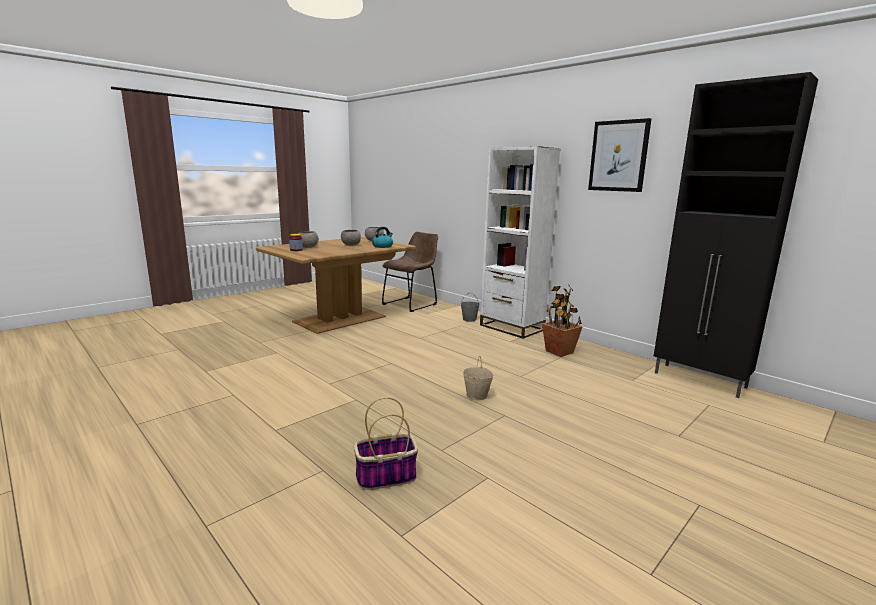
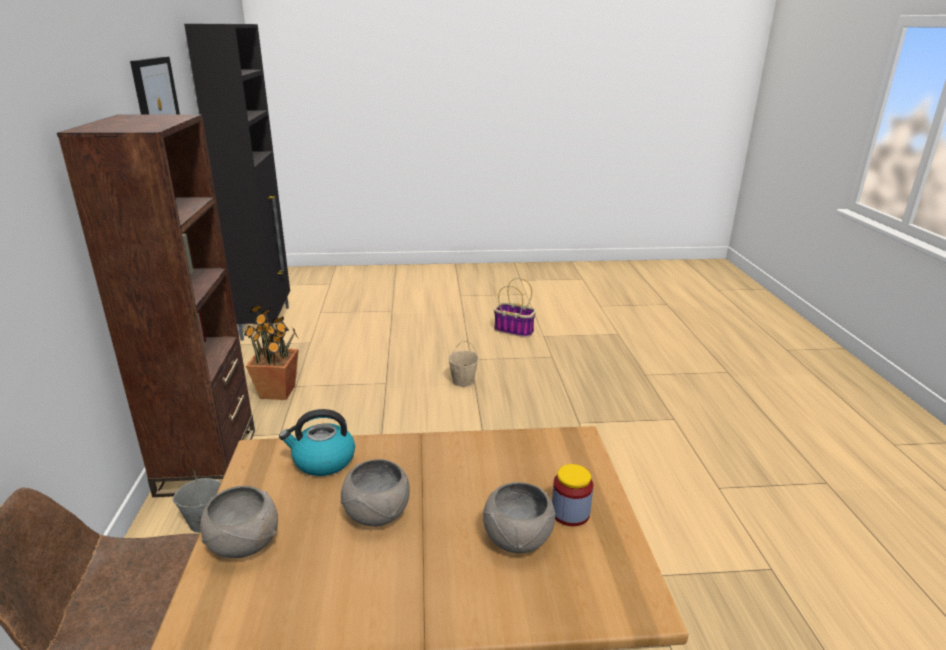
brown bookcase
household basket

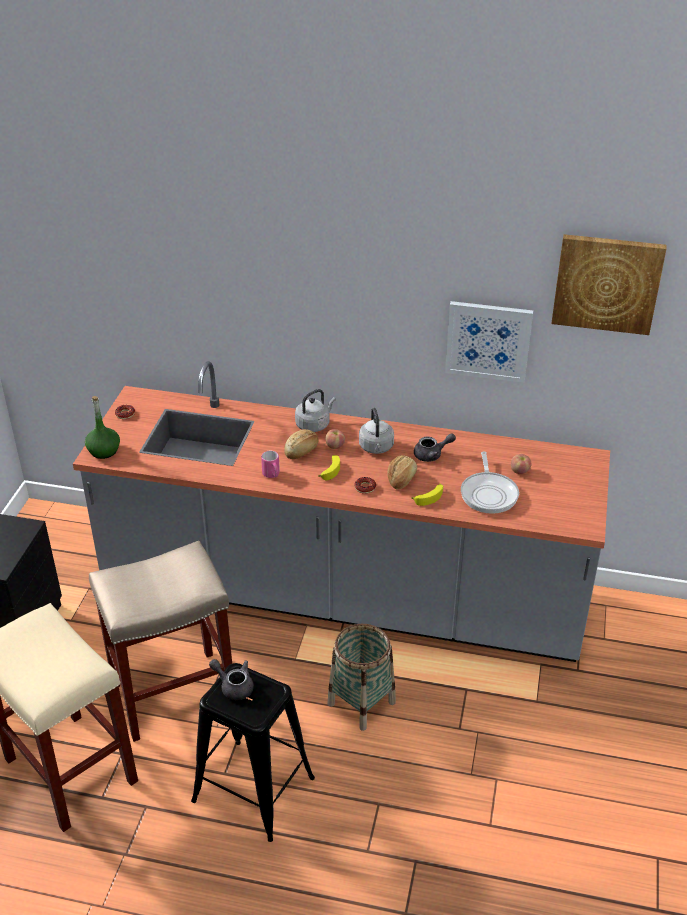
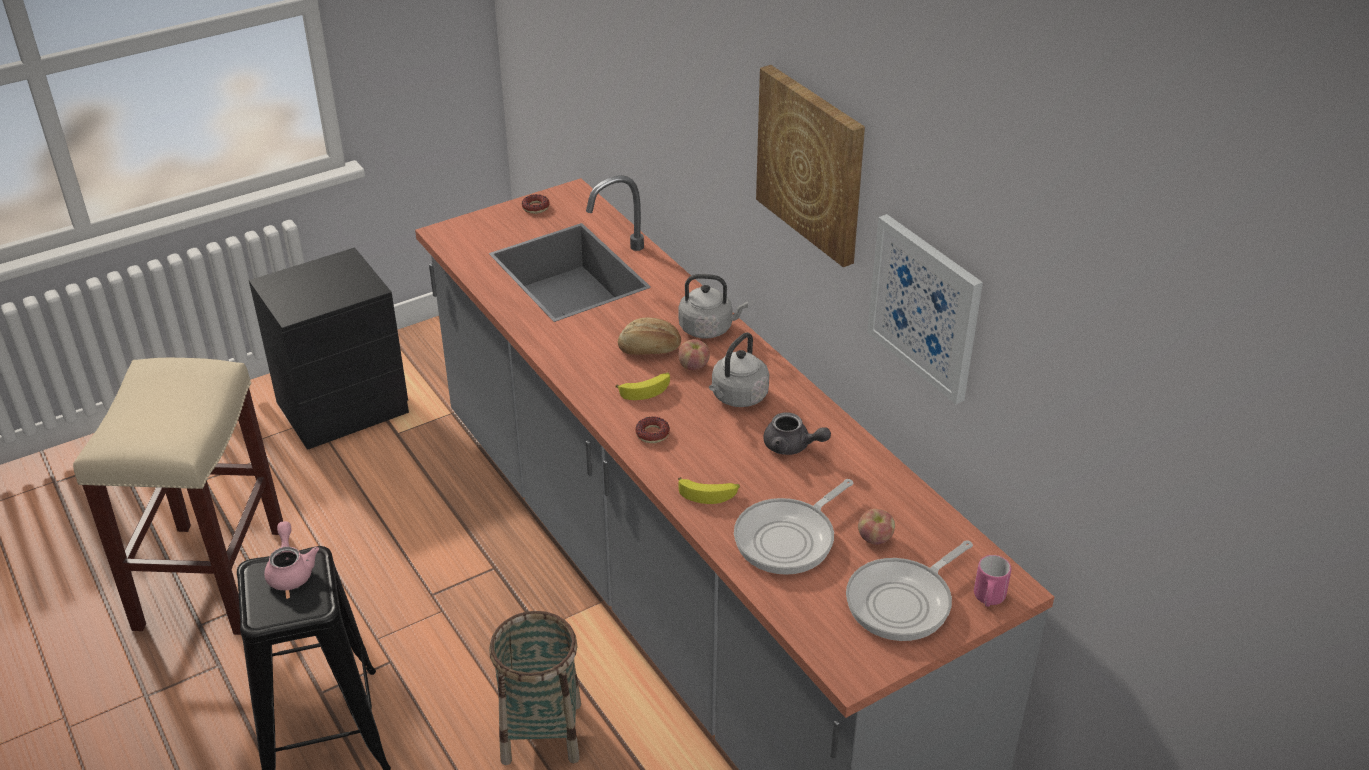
wall picture (1st from left)
greenish bottle
pinkish mug
baked bread (2nd from left in the first image)
beige-coloured stool seat (2nd from left in the first image)
pinkish tea pot
skillet (2nd from left)

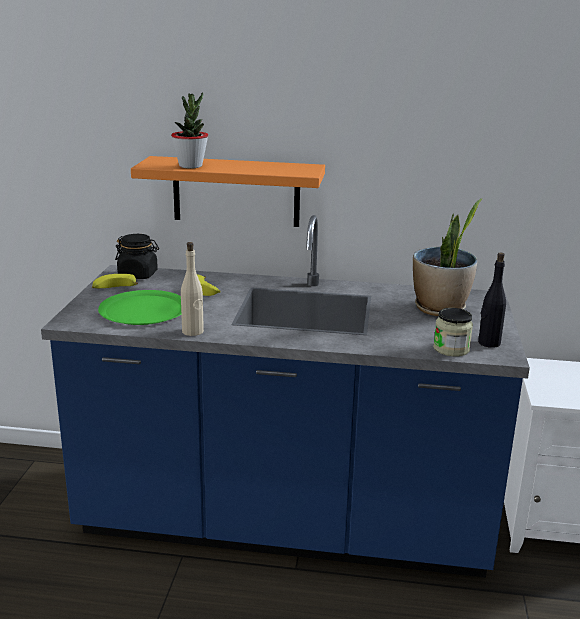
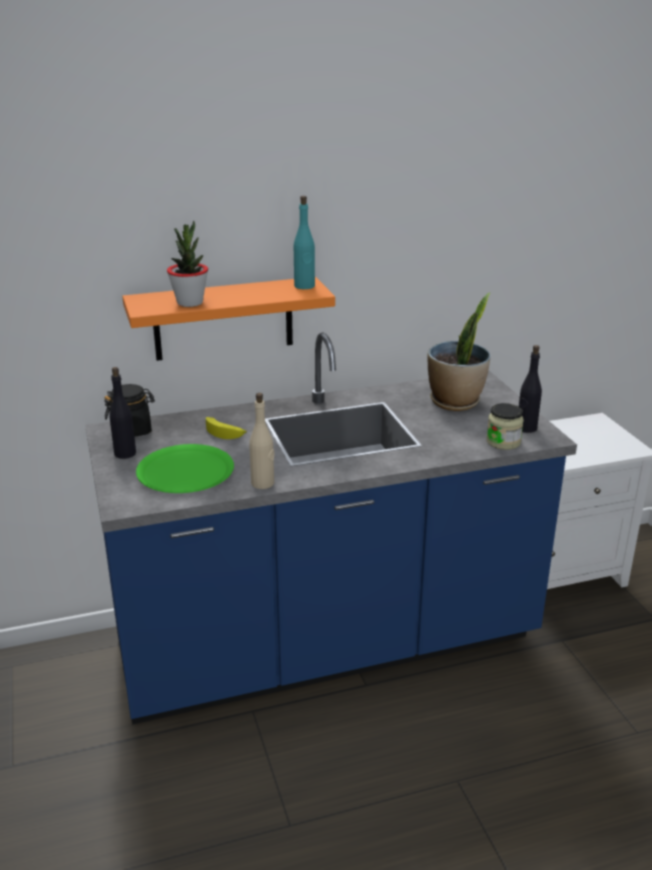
black-coloured bottle (1st from left)
turquoise bottle

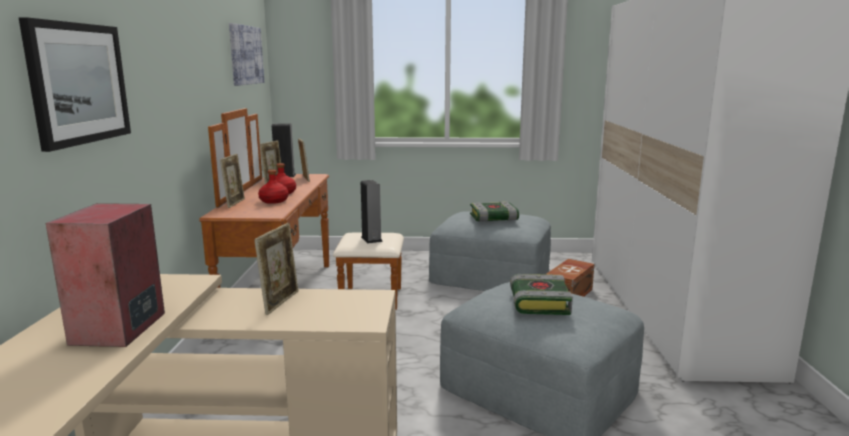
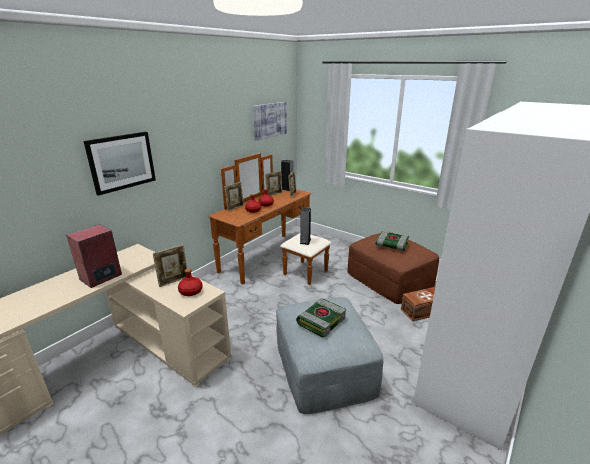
brown footrest
red-coloured bottle (1st from left)

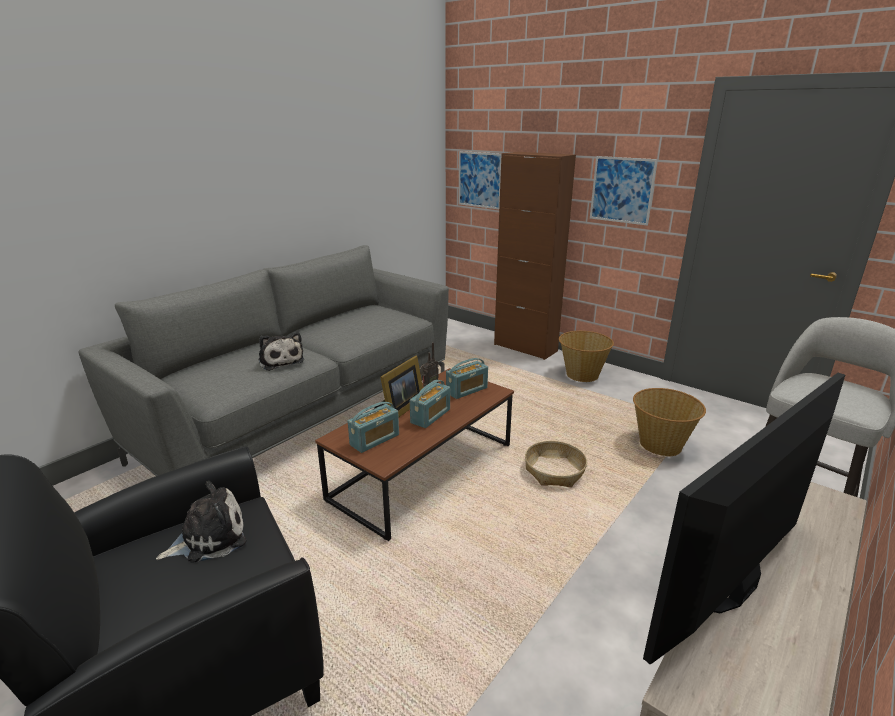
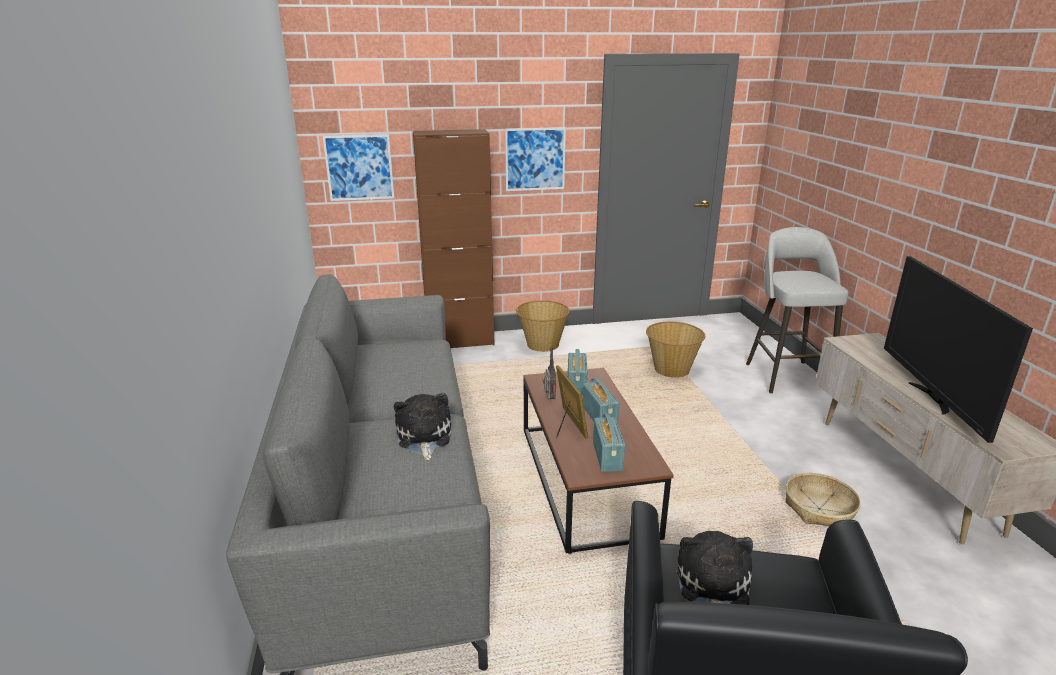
plush toy (1st from left)
household basket (3rd from left)

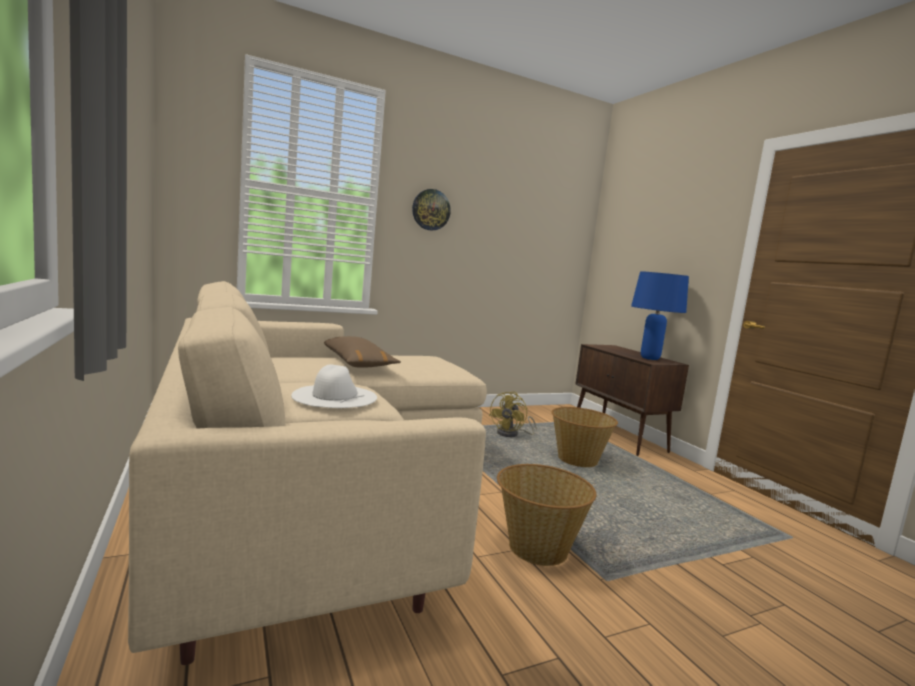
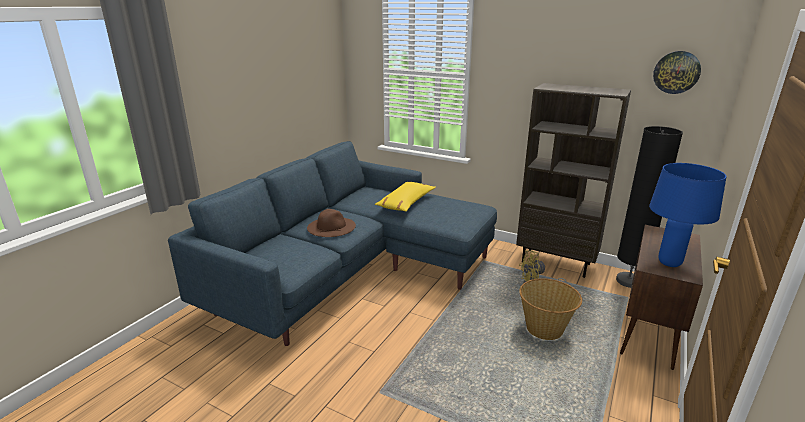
clock on the wall
blue couch
yellowish throw pillow
brown wearable hat
household basket (1st from left in the first image)
brown bookcase
black-coloured standard lamp

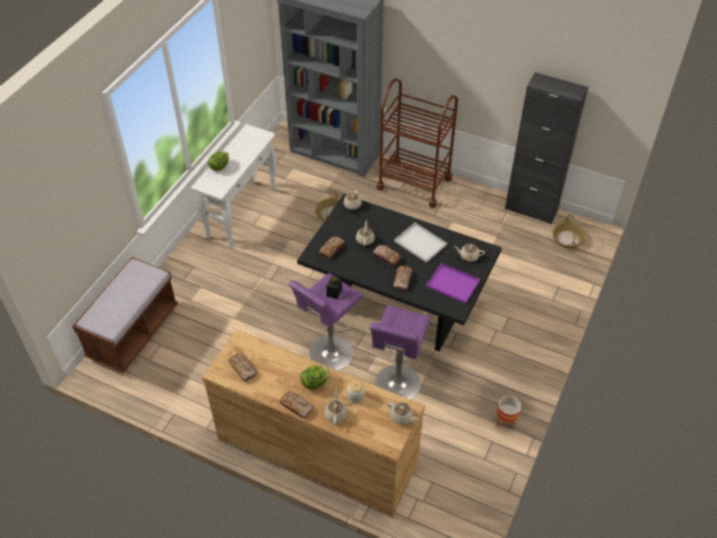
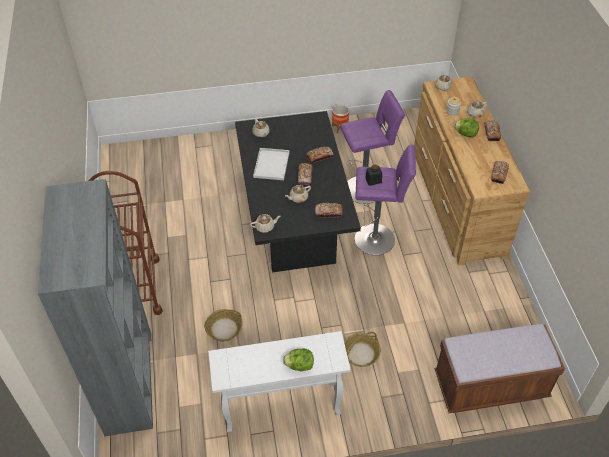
black-coloured storage cabinet
household basket (2nd from left)
purple tray

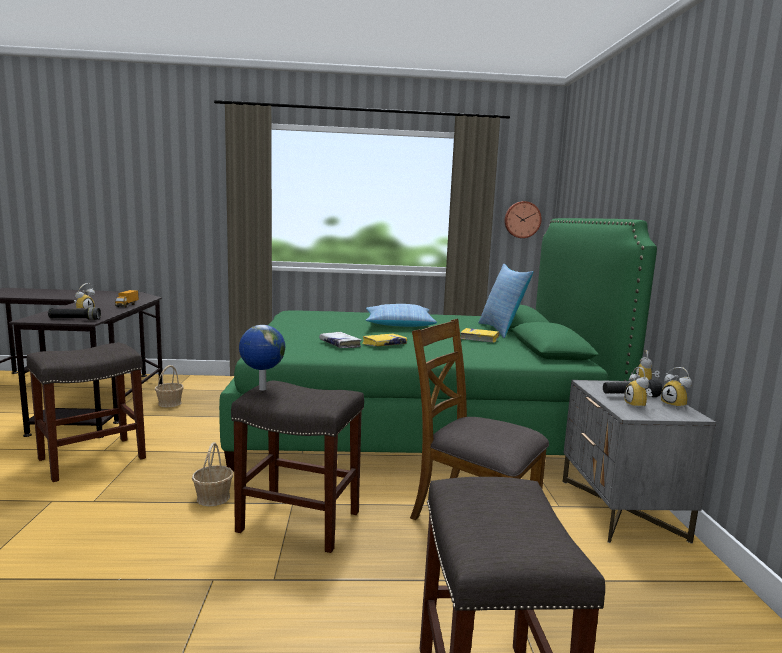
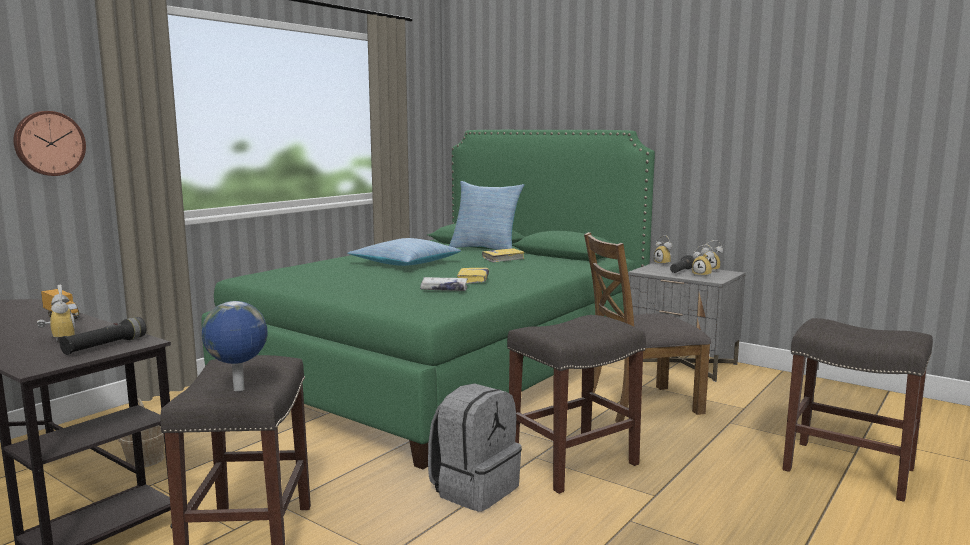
clock on the wall
world globe
gray rucksack

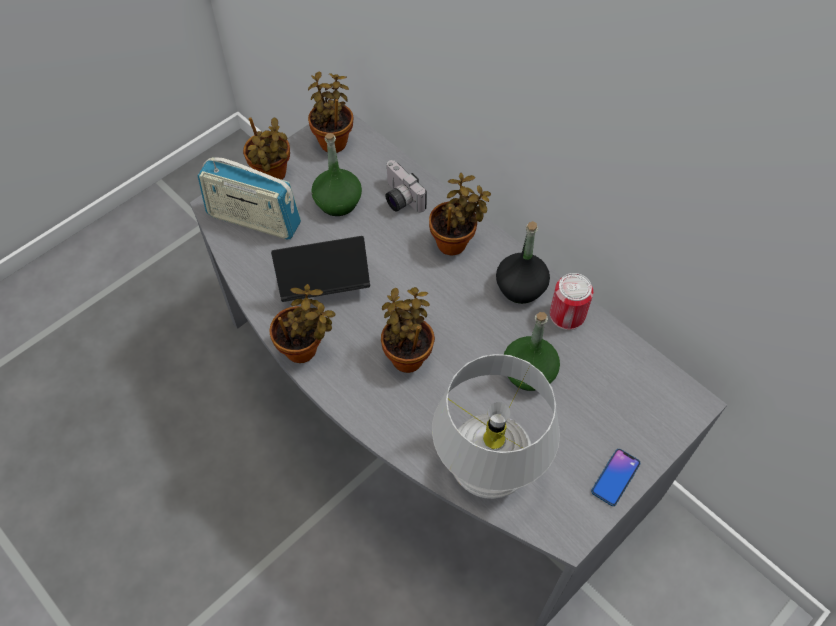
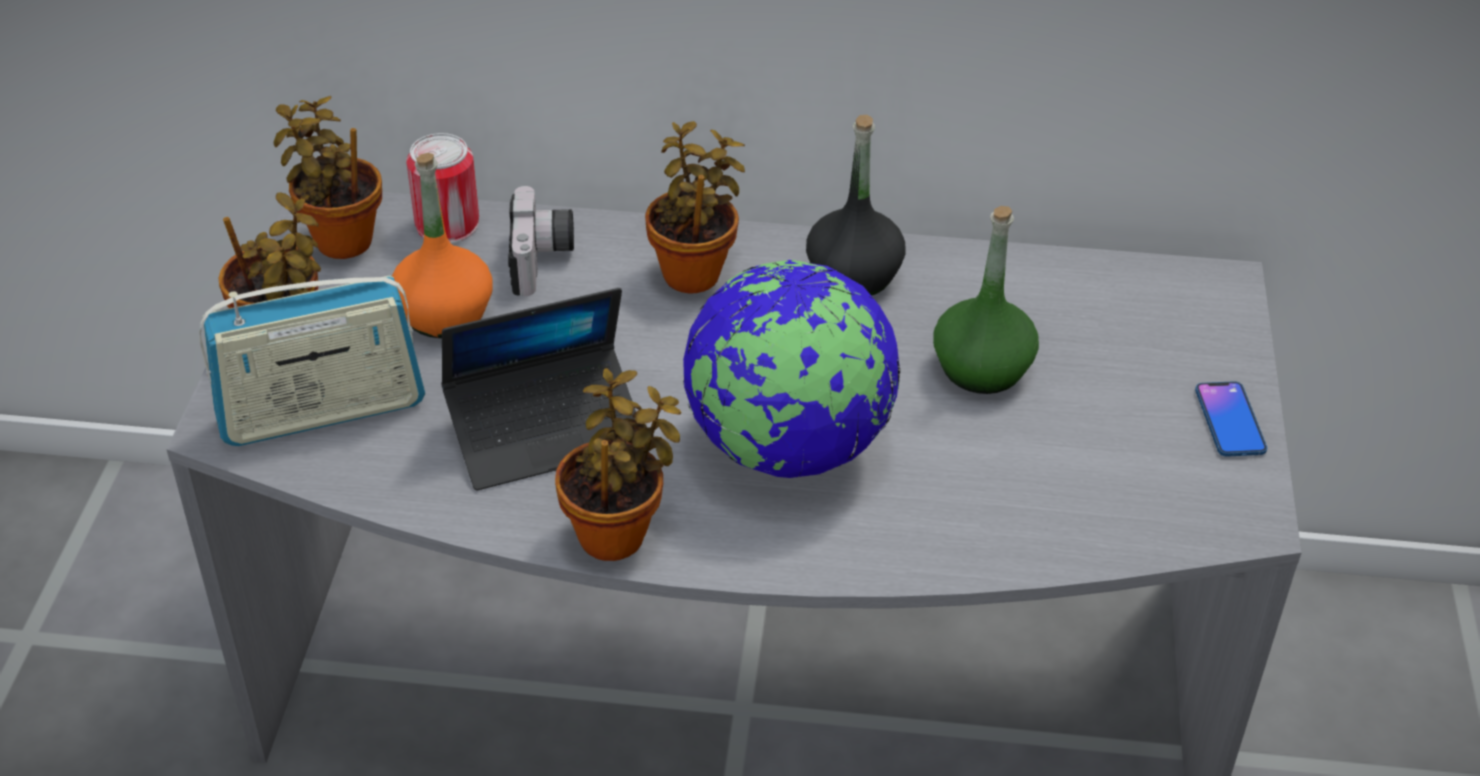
orange bottle
still camera
notebook computer
can
world globe
whitish tabletop lamp

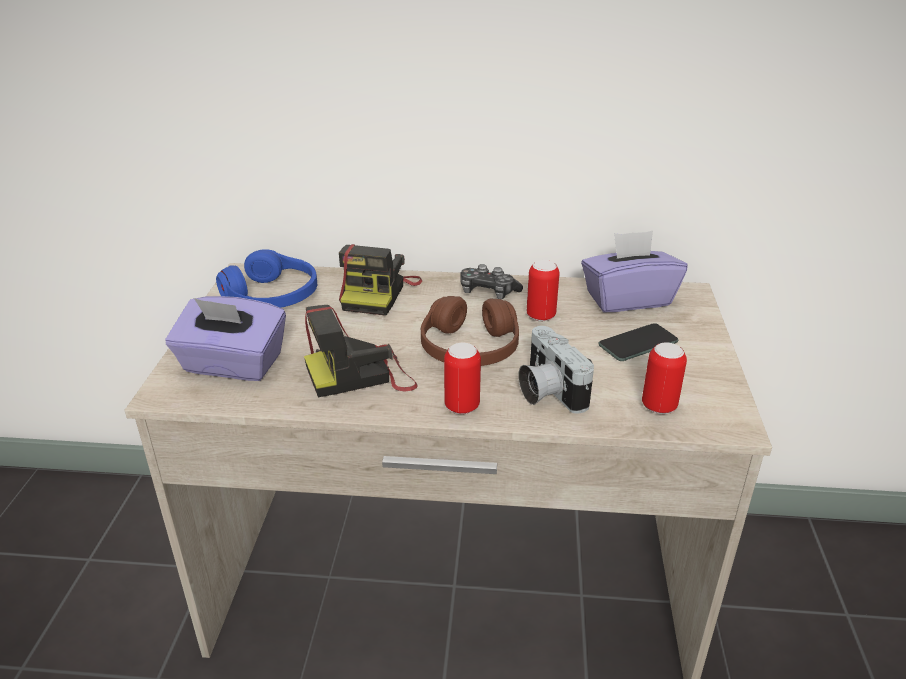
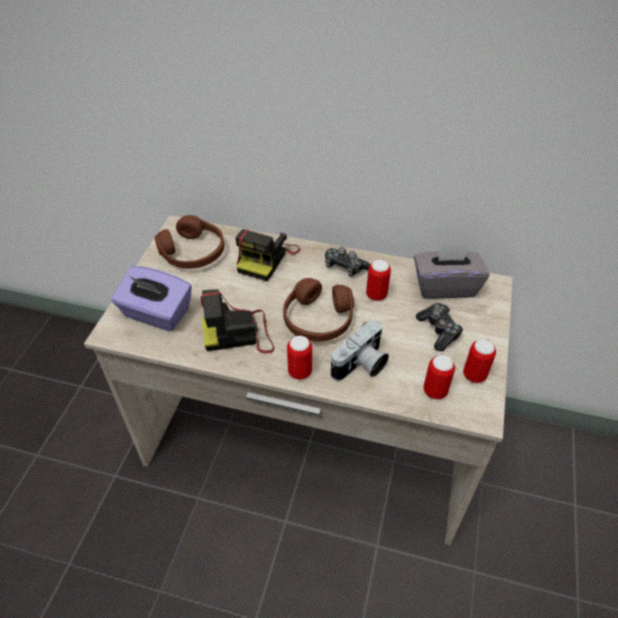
gray tissue box
brown headphones (1st from left)
joypad (2nd from left)
still camera (3rd from left)
can (4th from left)

